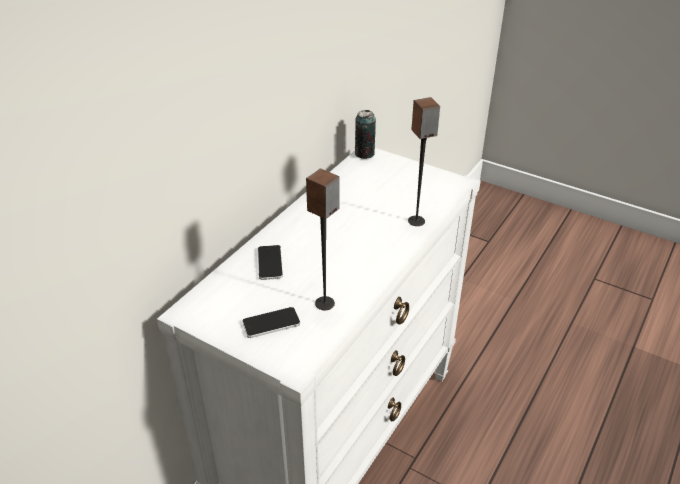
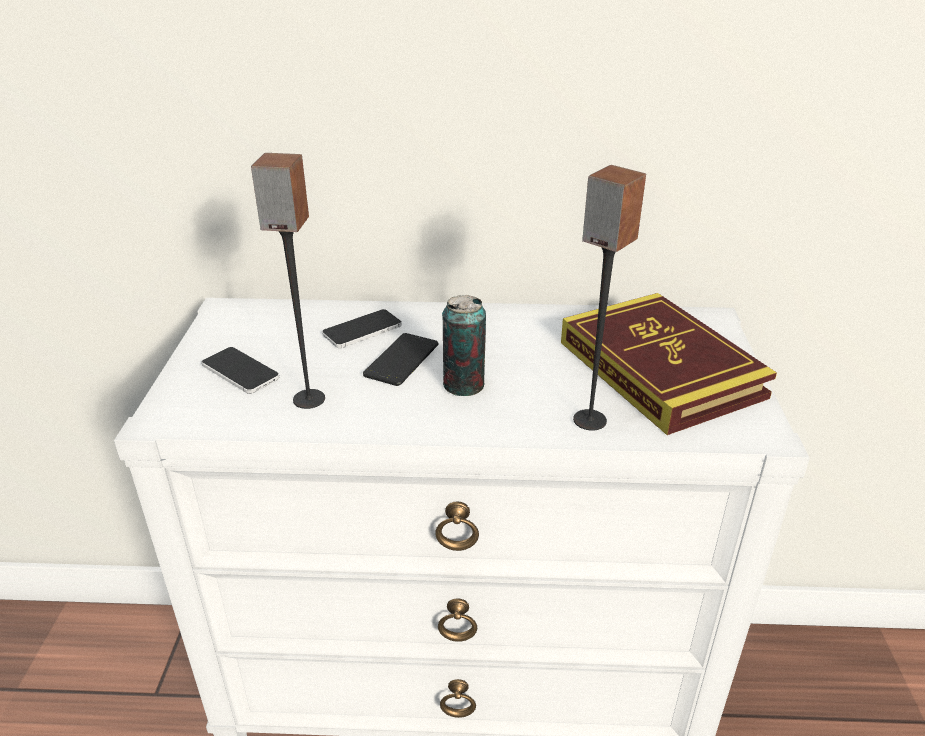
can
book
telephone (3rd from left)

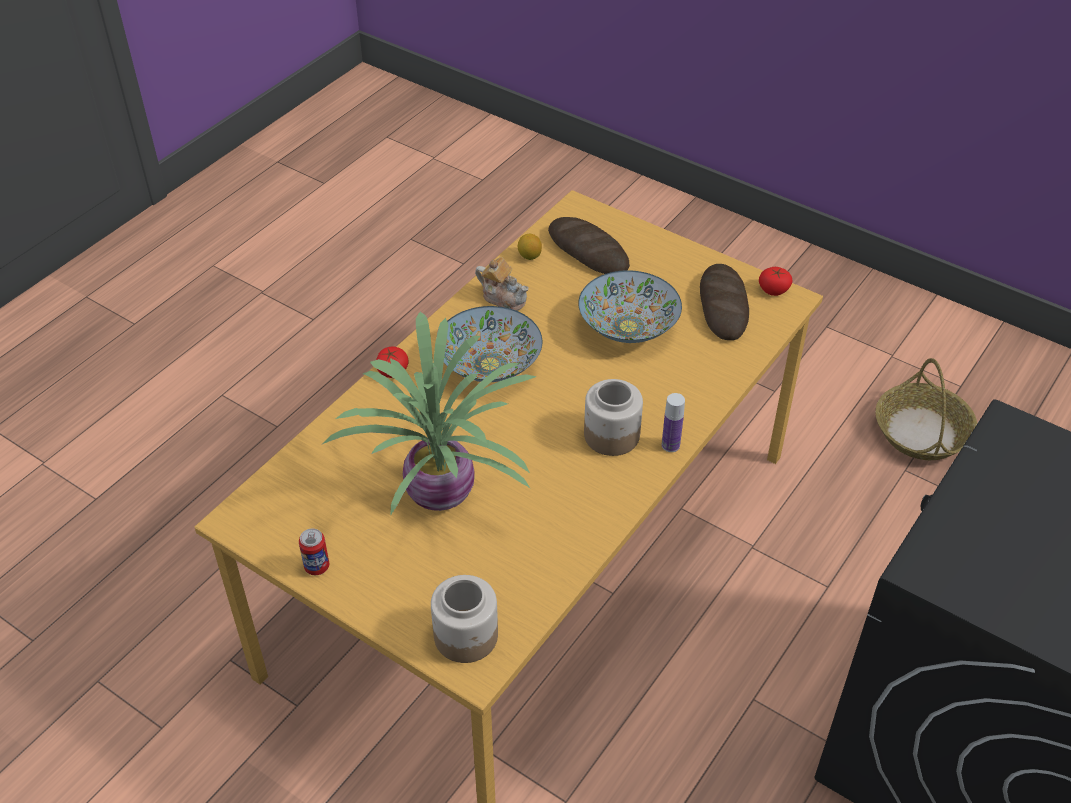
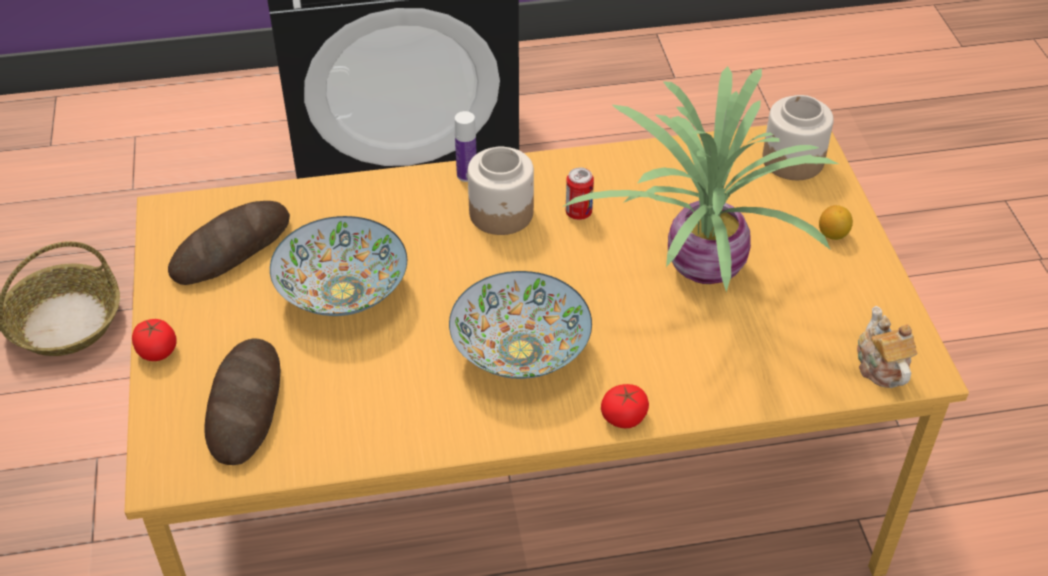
lemon
tea pot
tomato (1st from left)
can

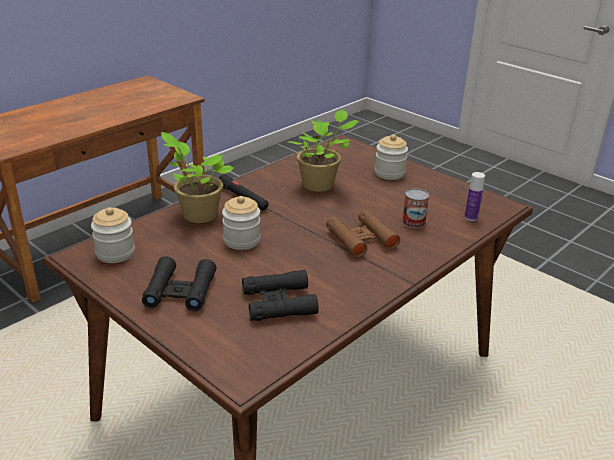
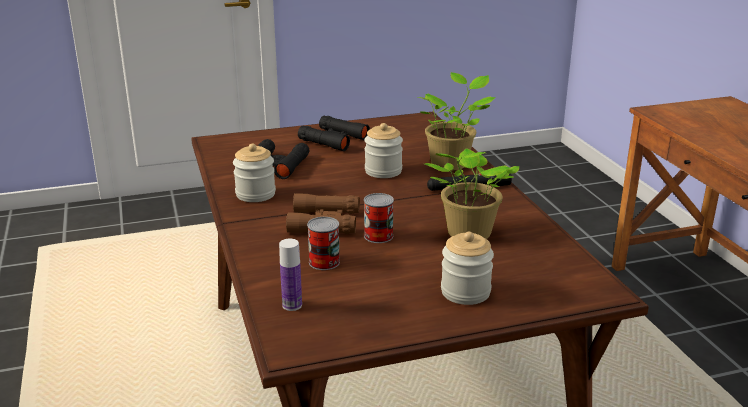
storage jar (1st from left)
can (2nd from left)

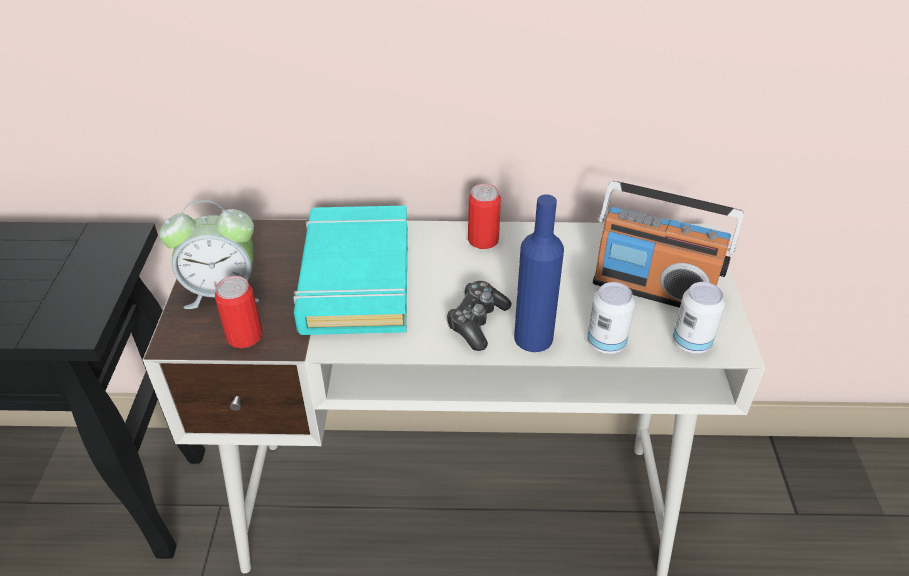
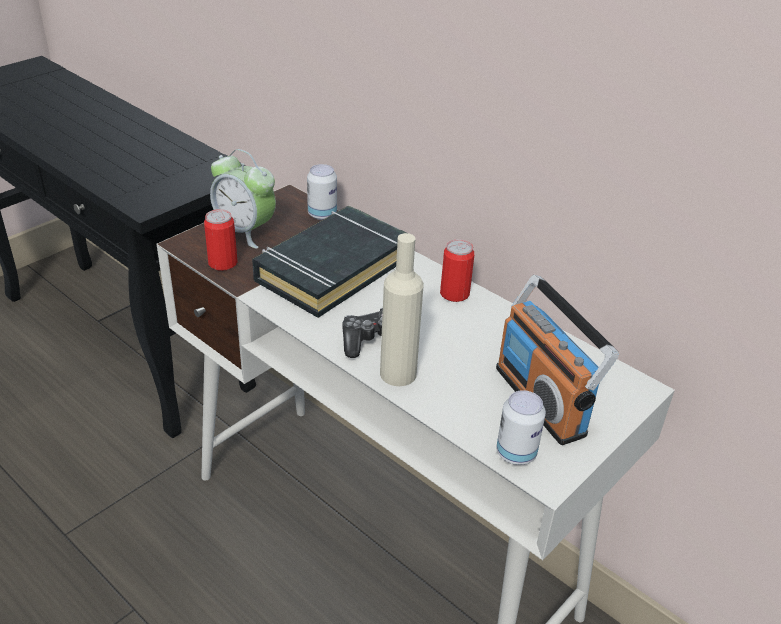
beige-coloured bottle
black-coloured book
can (2nd from left)

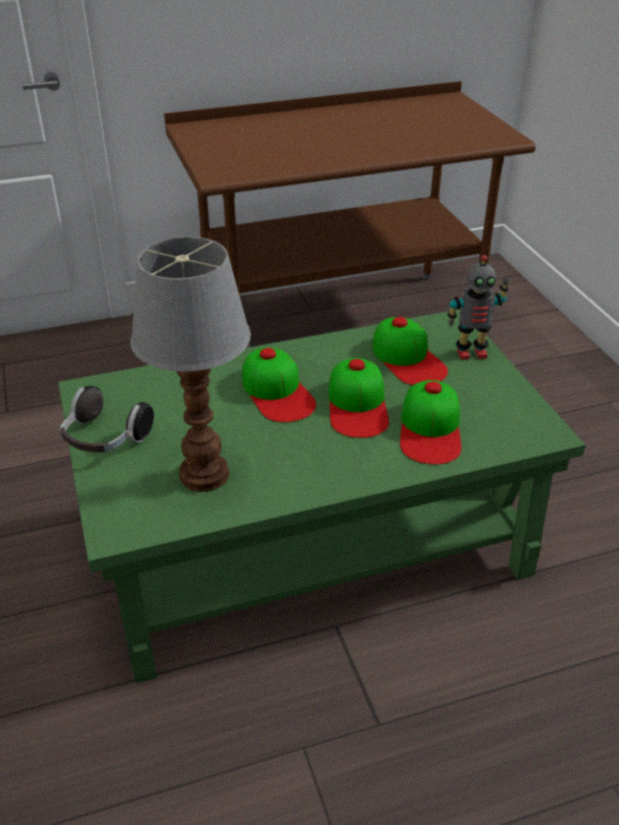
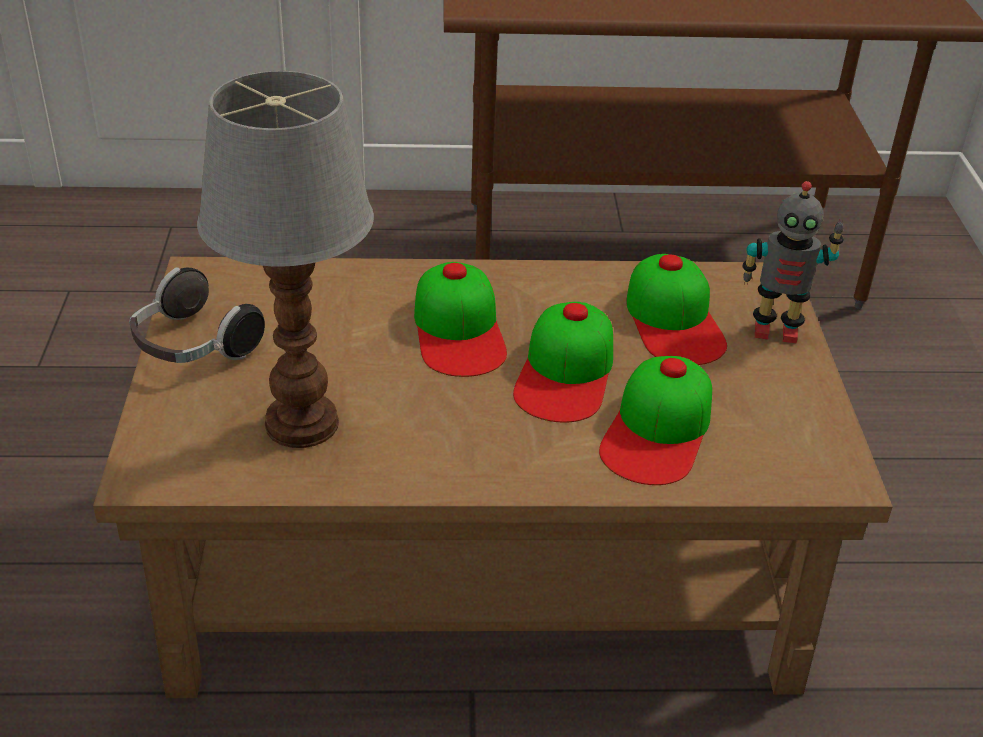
brown low table

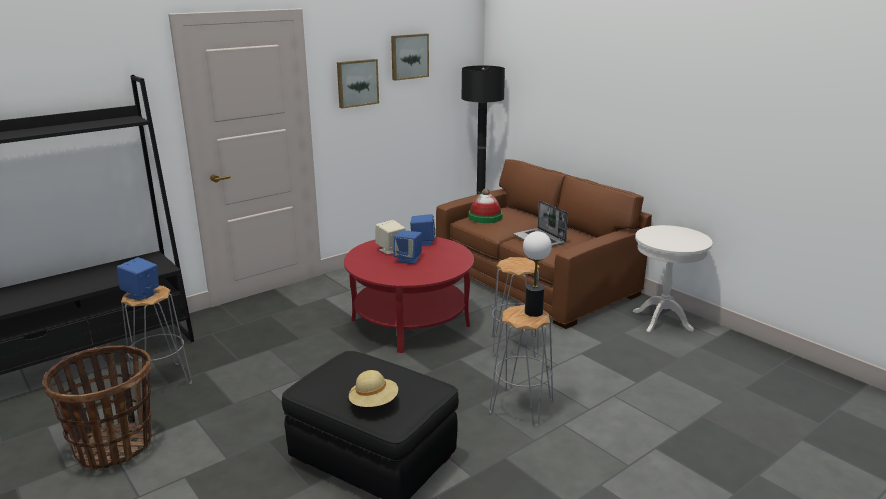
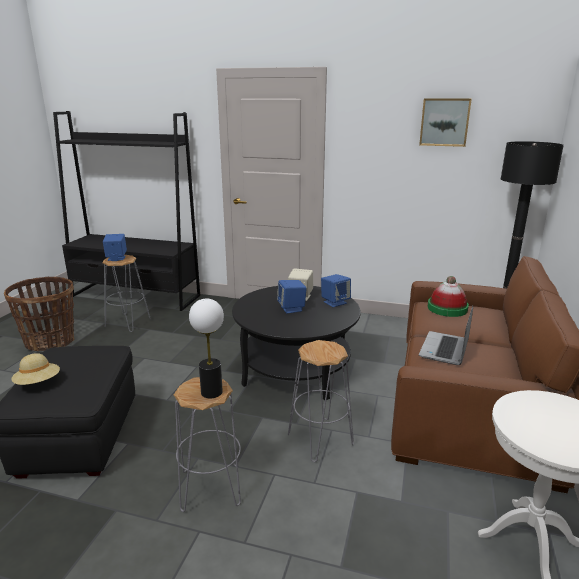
wall picture (1st from left in the first image)
black-coloured low table

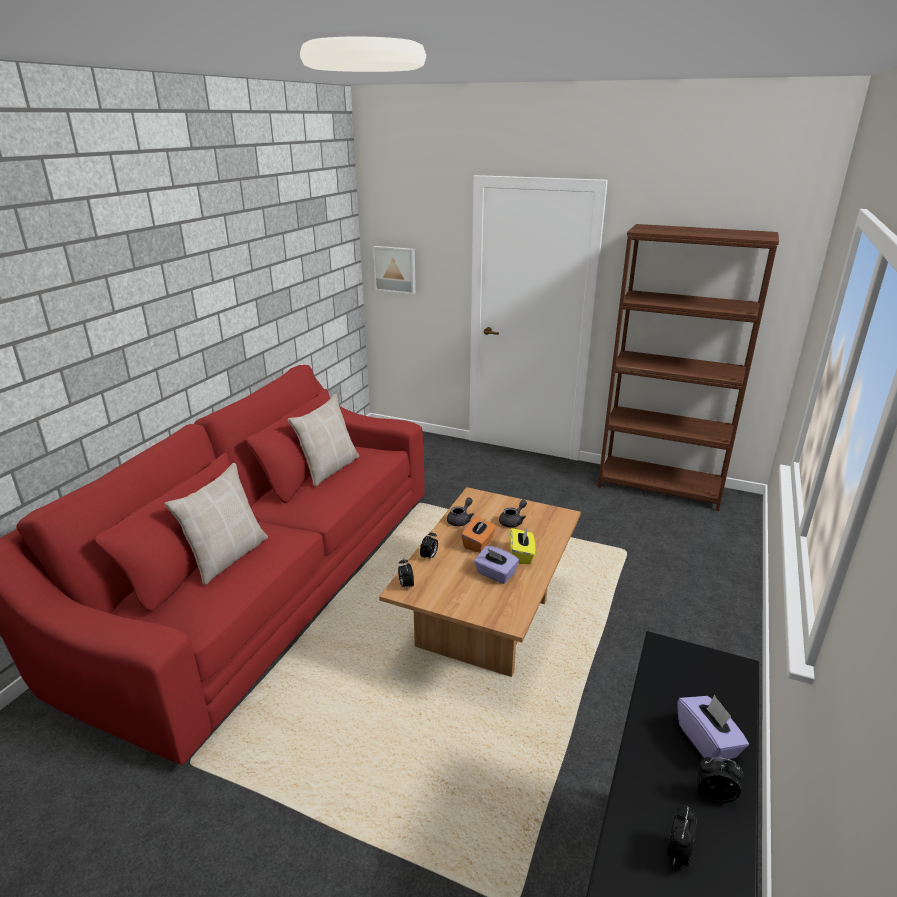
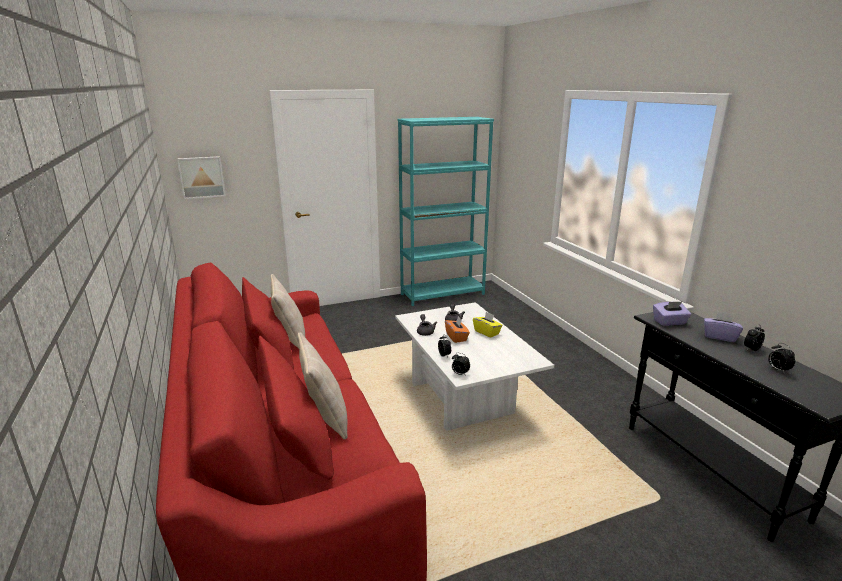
turquoise bookcase
whitish low table
purple tissue box (1st from left)

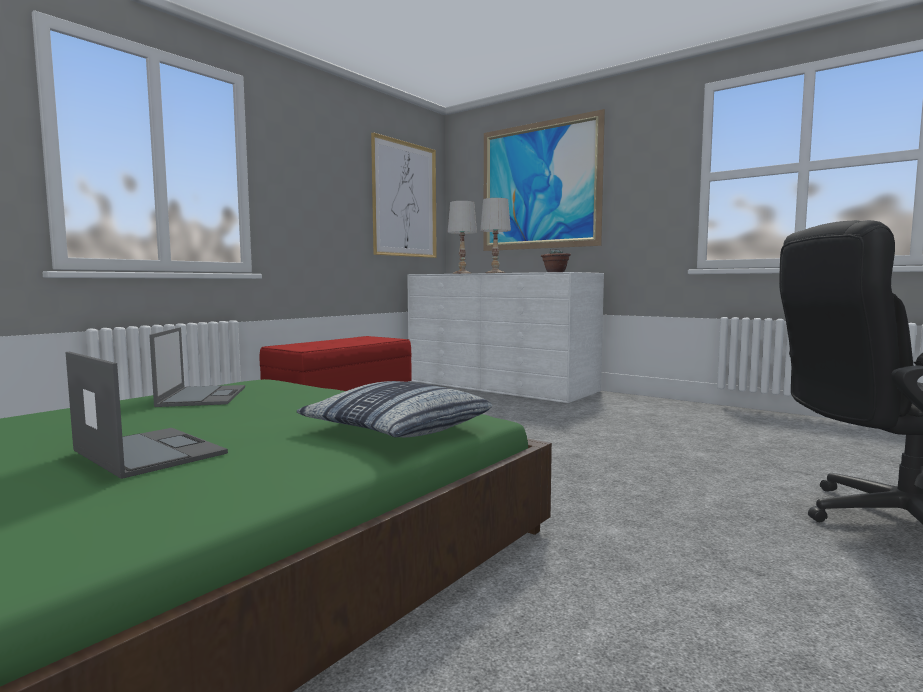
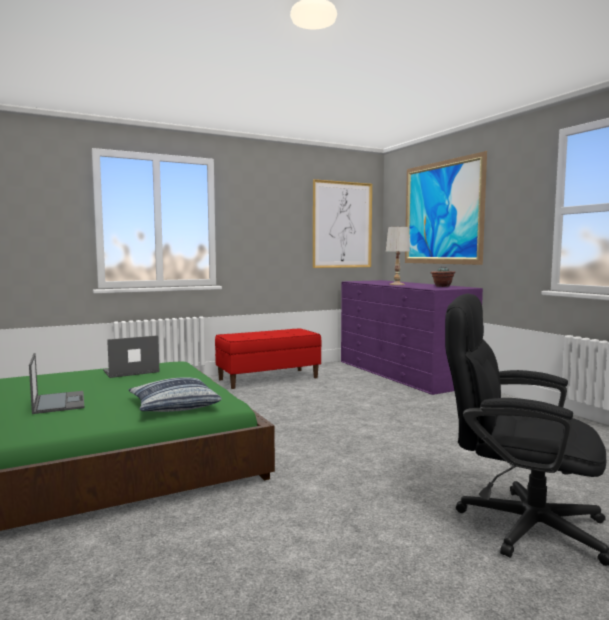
whitish tabletop lamp (1st from left in the first image)
purple drawer chest
notebook computer (2nd from left)

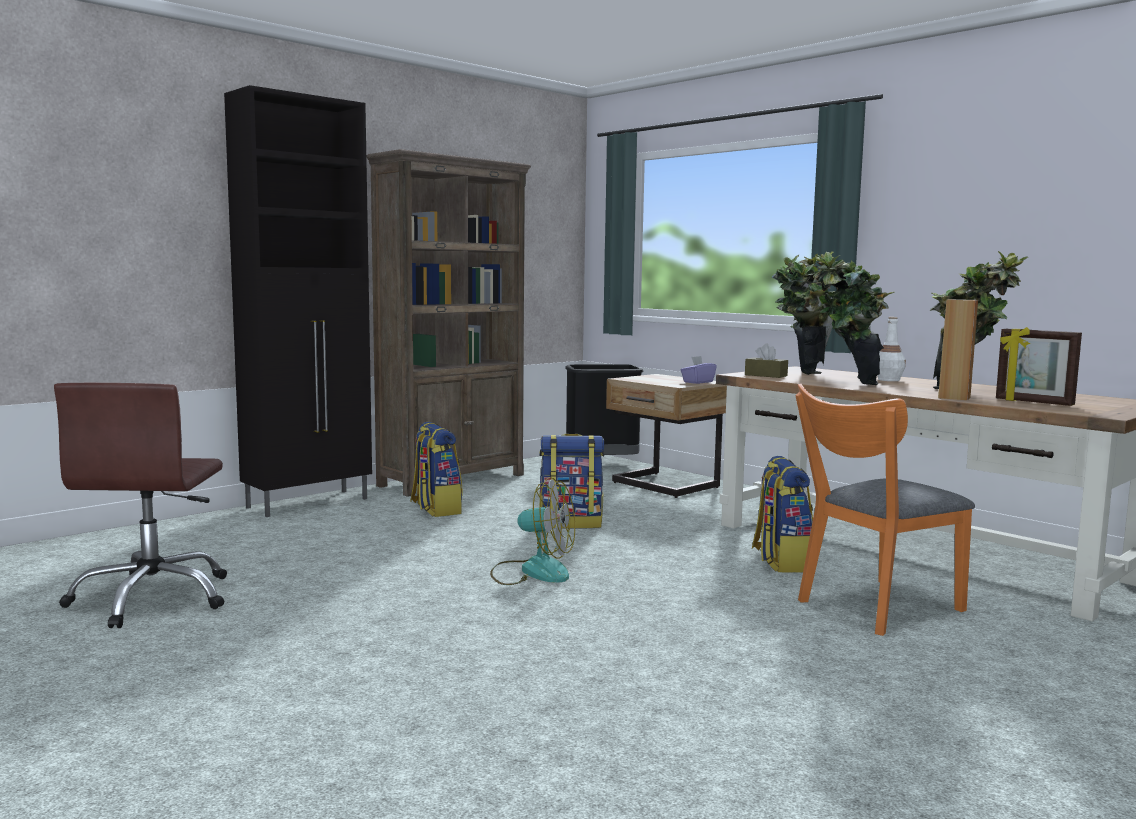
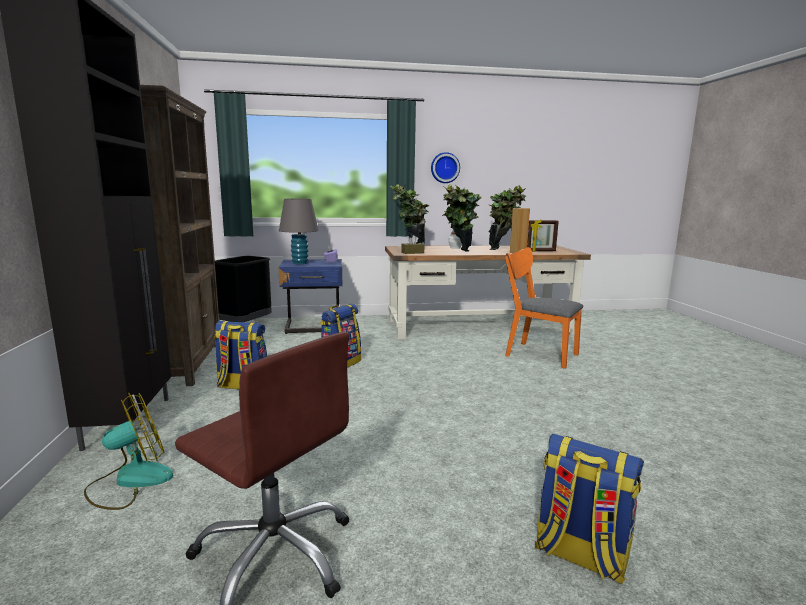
blue bedside table
orange plain chair
rucksack (3rd from left)
electric fan
clock on the wall
gray tabletop lamp

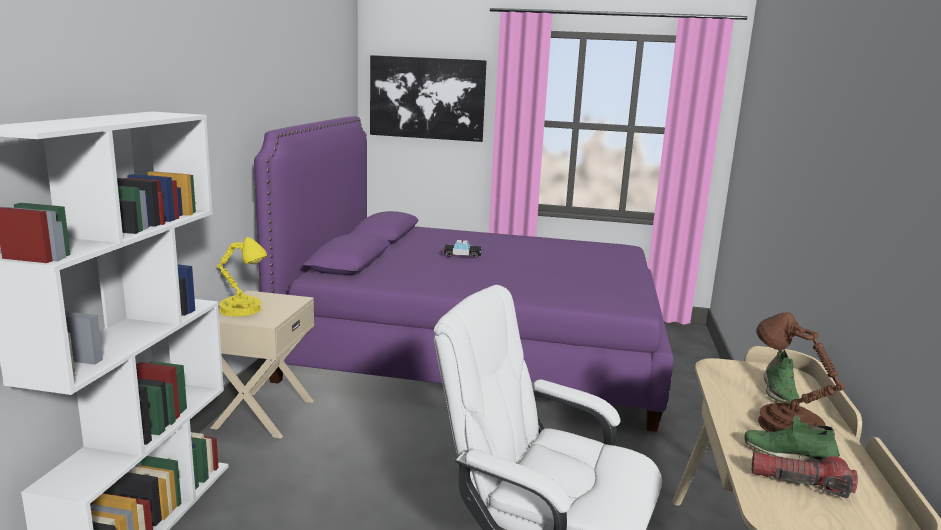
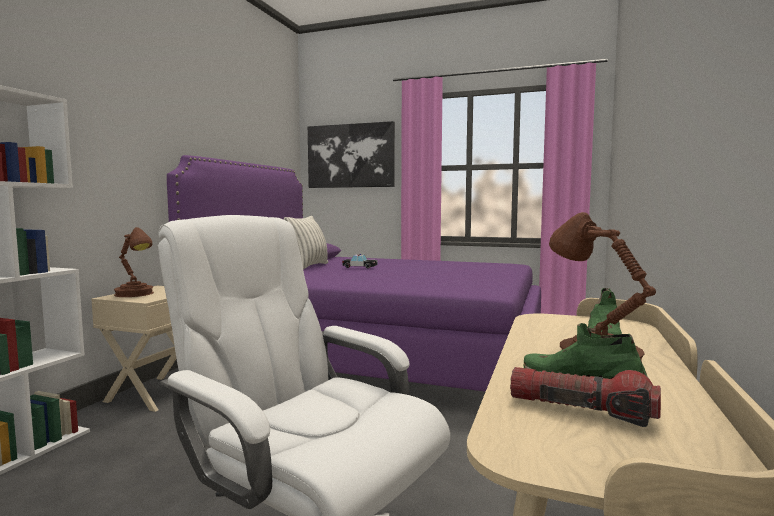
brown tabletop lamp (1st from left)
throw pillow

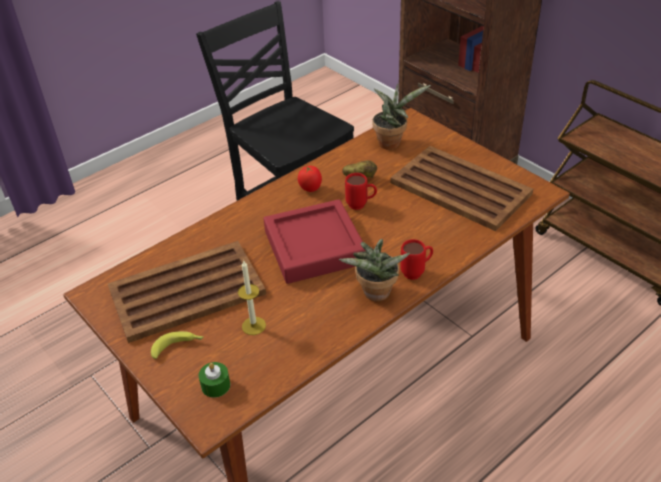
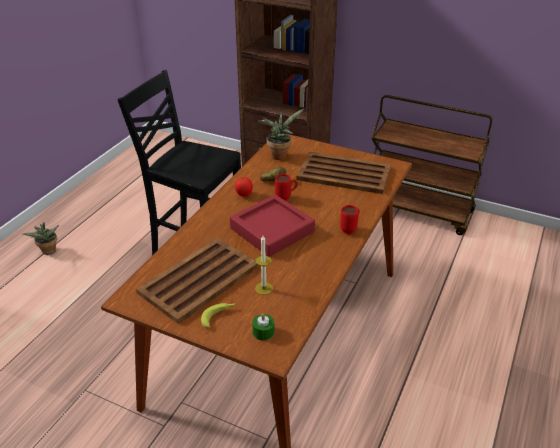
houseplant (1st from left)

